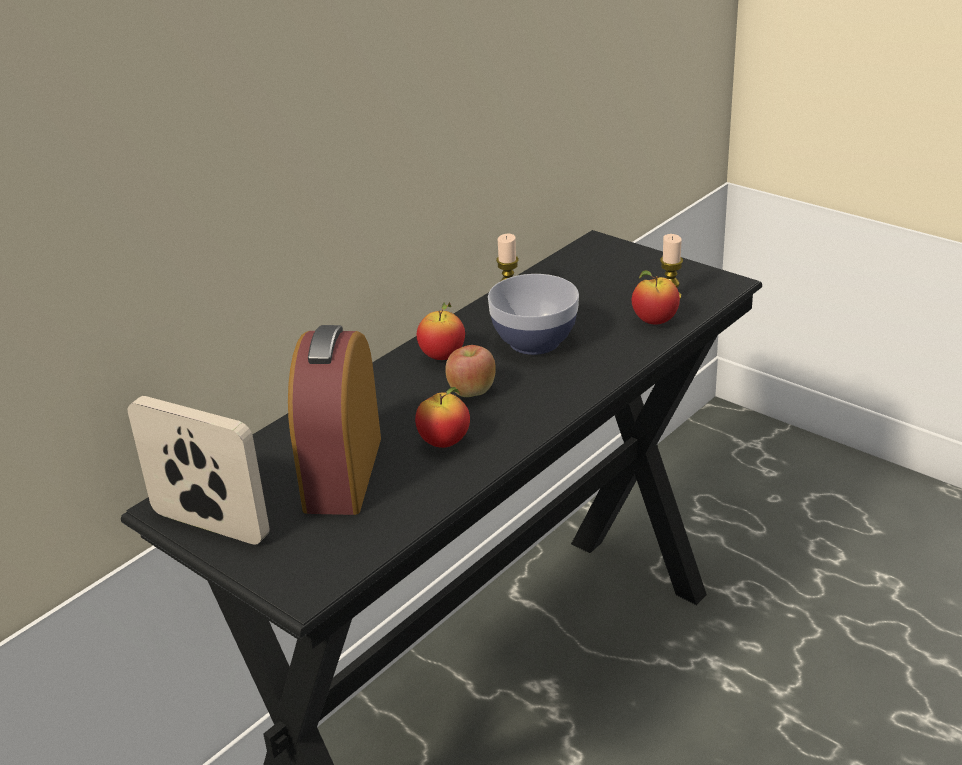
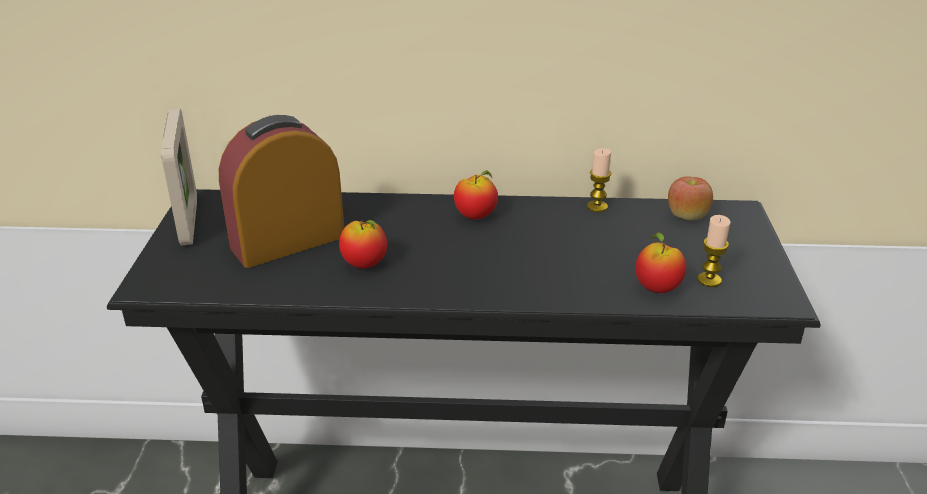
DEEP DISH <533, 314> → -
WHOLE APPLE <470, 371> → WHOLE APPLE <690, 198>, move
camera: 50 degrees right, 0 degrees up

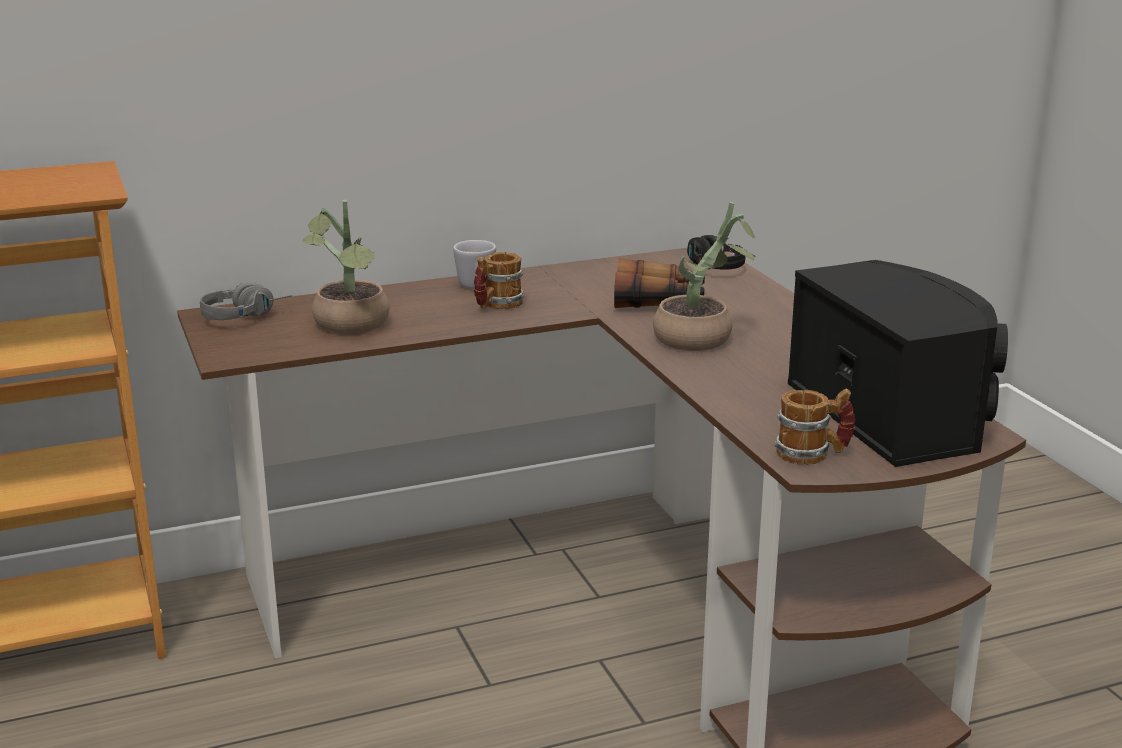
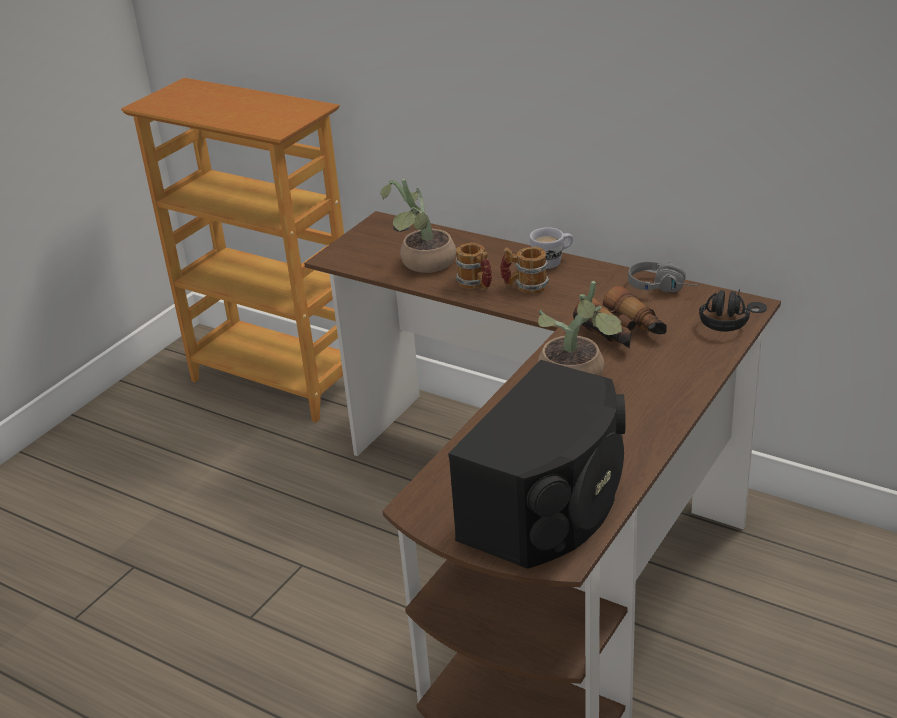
GREY PAIR OF HEADPHONES <246, 301> → GREY PAIR OF HEADPHONES <663, 277>, move
MUG <815, 426> → MUG <473, 266>, move
camera: 55 degrees right, 10 degrees up

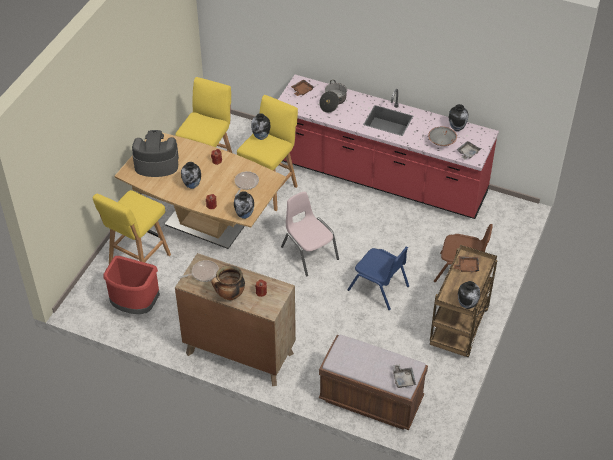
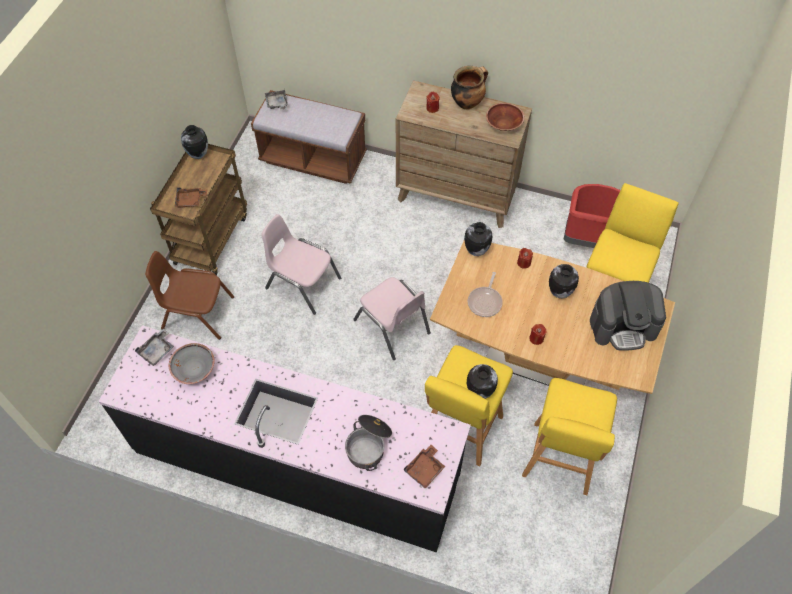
VASE <458, 117> → -
PAN <198, 271> → BROWN DEEP DISH <505, 117>
REDDISH COUNTER <388, 147> → BLACK COUNTER <284, 439>
BLUE-COLOURED CHAIR <378, 278> → PINKISH CHAIR <301, 264>
camera: 175 degrees right, 10 degrees up

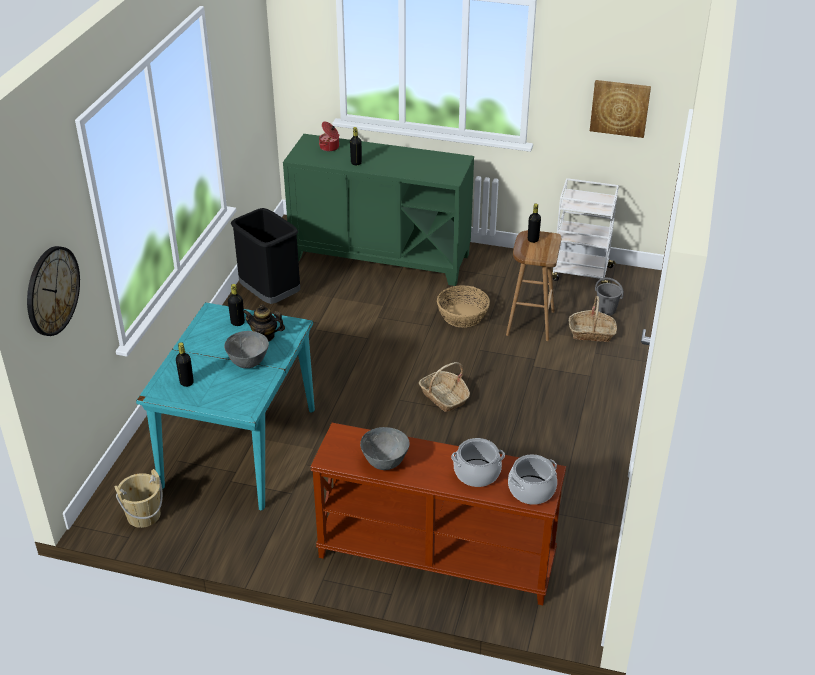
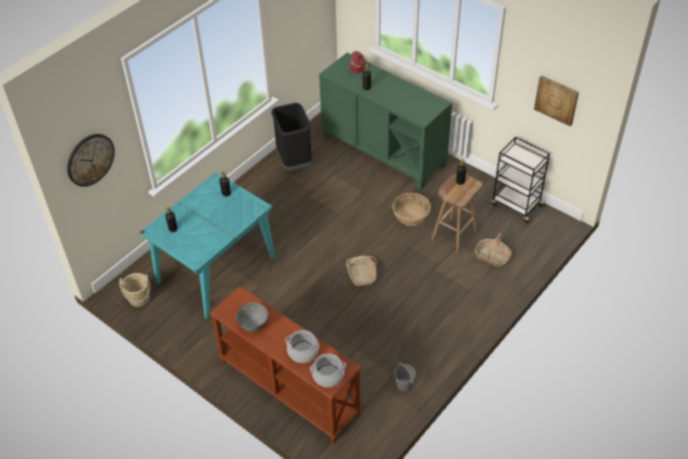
GREY DEEP DISH <246, 349> → -
POT FOR TEA <264, 322> → -
GREY WATER BUCKET <609, 297> → GREY WATER BUCKET <405, 376>, move
WHITISH TROLLEY <585, 231> → BLACK TROLLEY <520, 180>
camera: 25 degrees right, 10 degrees up

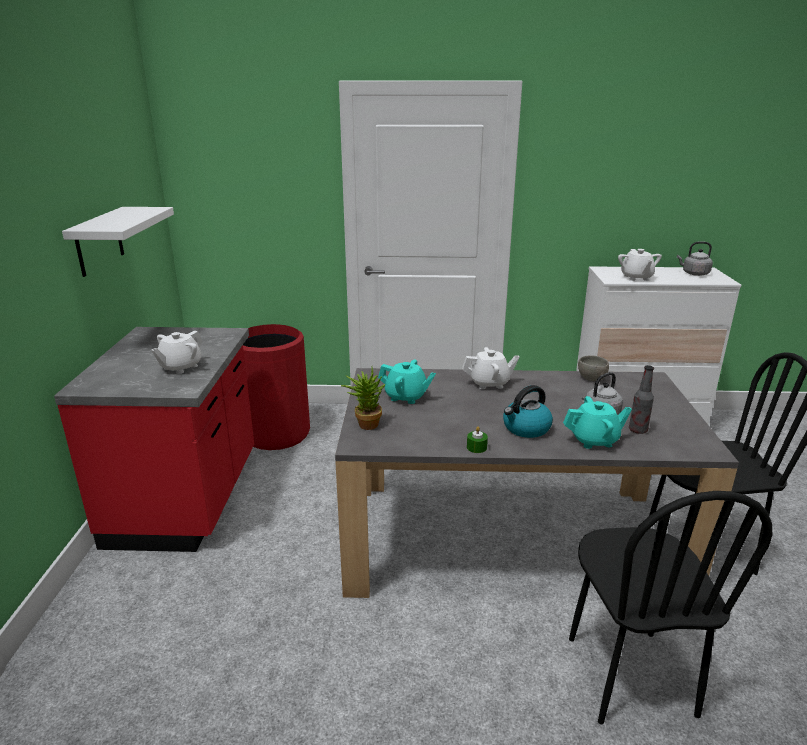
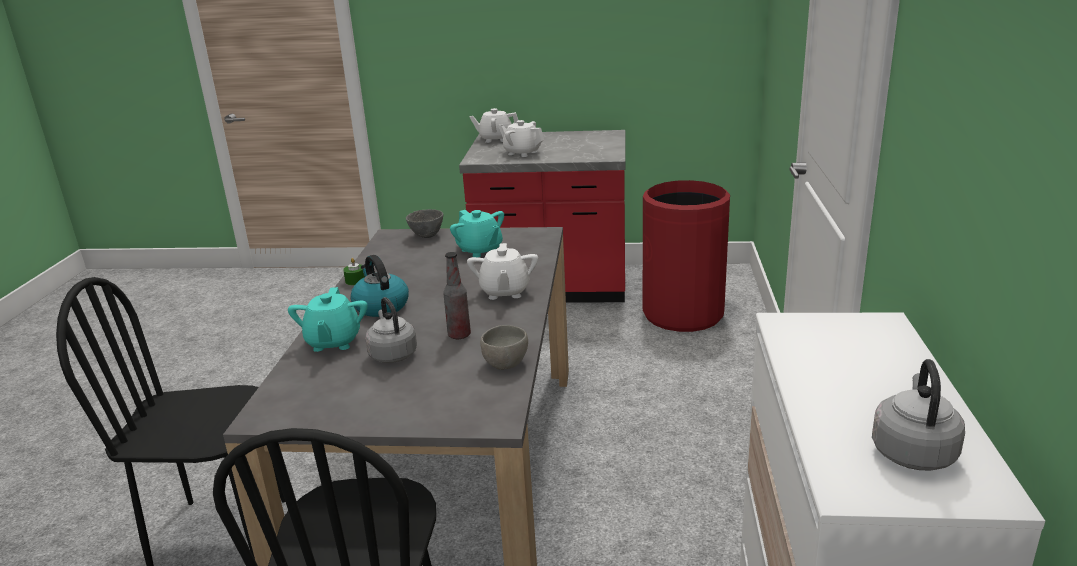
WHITISH WALL SHELF <118, 242> → -
WHITISH POT FOR TEA <640, 265> → WHITISH POT FOR TEA <494, 125>, move
BEVERAGE BOTTLE <641, 399> → BEVERAGE BOTTLE <457, 295>, move
PLANT IN A POT <363, 399> → GREY DEEP DISH <424, 223>
BLUE-GREEN POT FOR TEA <407, 381> → BLUE-GREEN POT FOR TEA <477, 233>, 60 degrees counterclockwise
camera: 95 degrees right, 0 degrees up

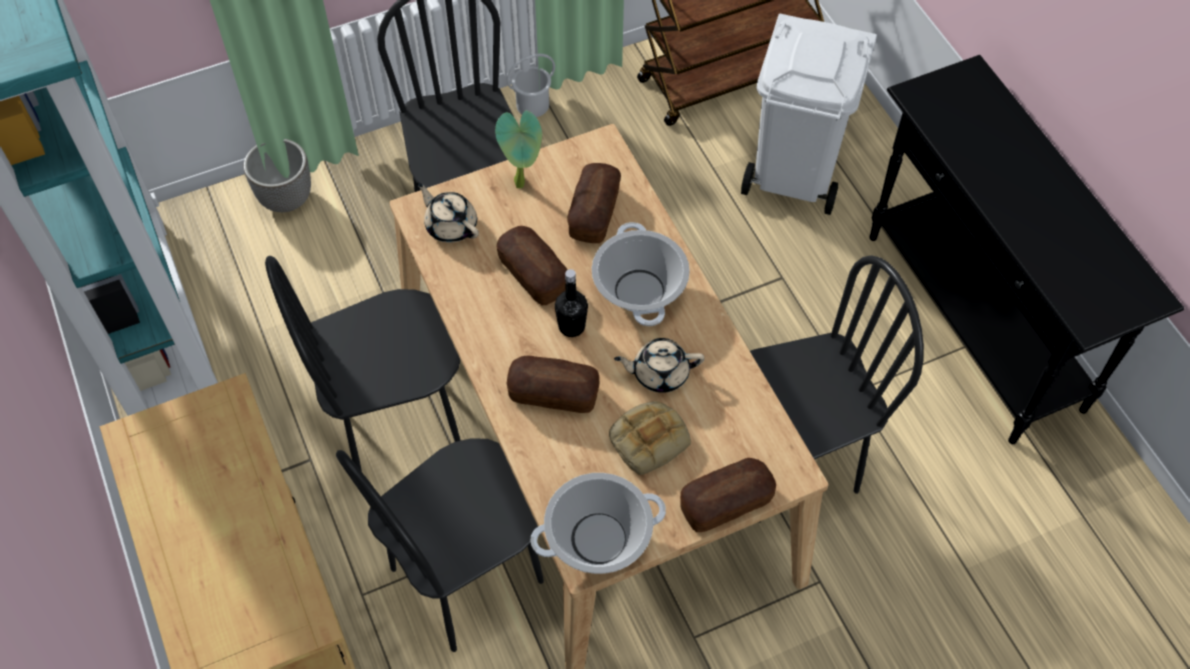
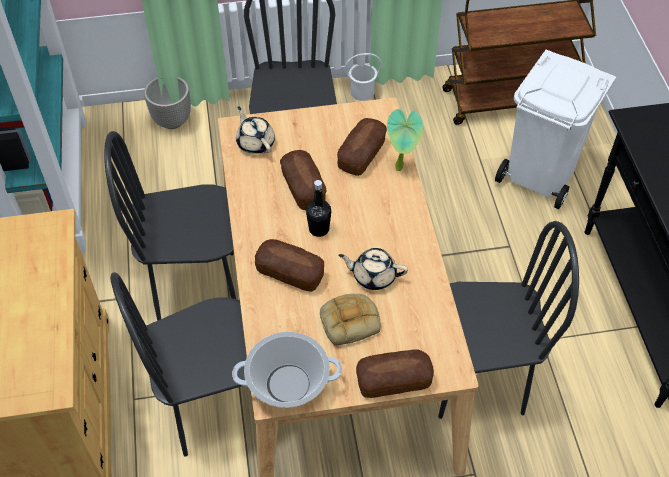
SAUCEPOT <641, 274> → -
PLANT IN A POT <518, 149> → PLANT IN A POT <405, 140>, move
camera: 15 degrees right, 5 degrees down

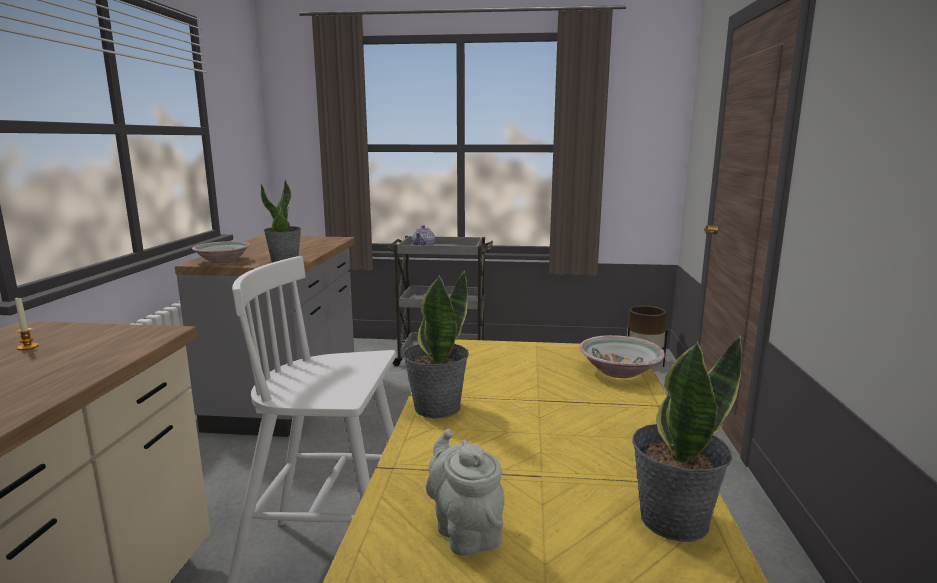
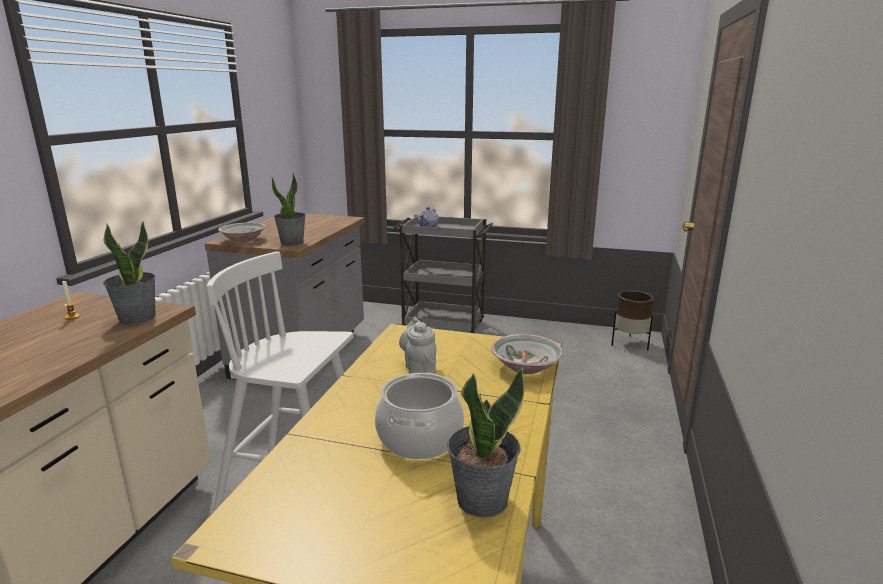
- → SAUCEPOT <419, 415>
PLANT IN A POT <436, 345> → PLANT IN A POT <129, 273>, move
GREY POT FOR TEA <465, 492> → GREY POT FOR TEA <418, 345>, move
camera: 10 degrees right, 5 degrees up

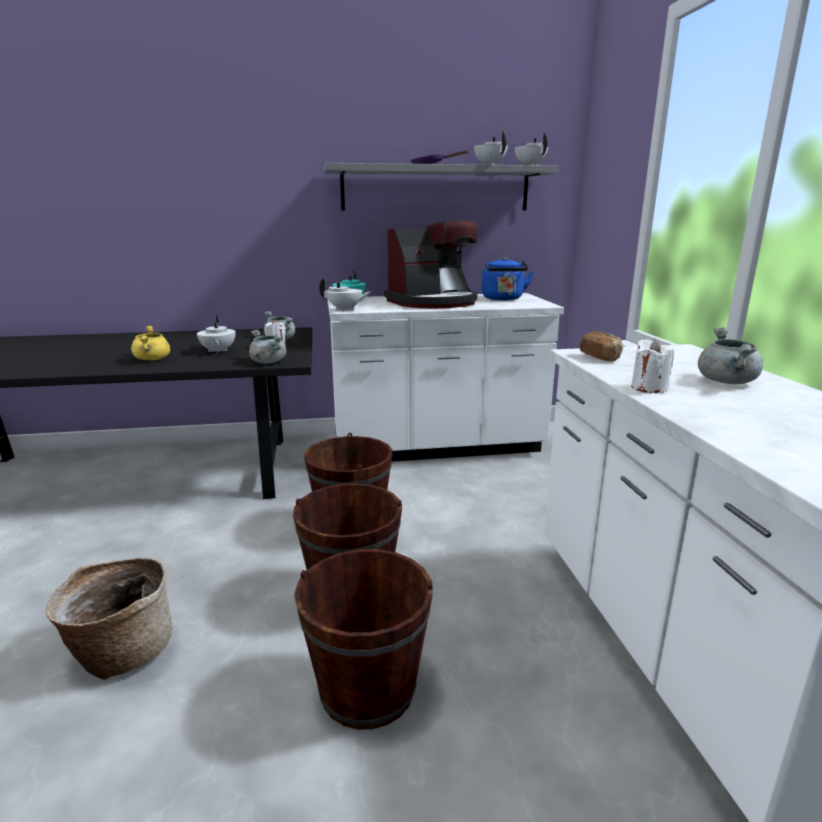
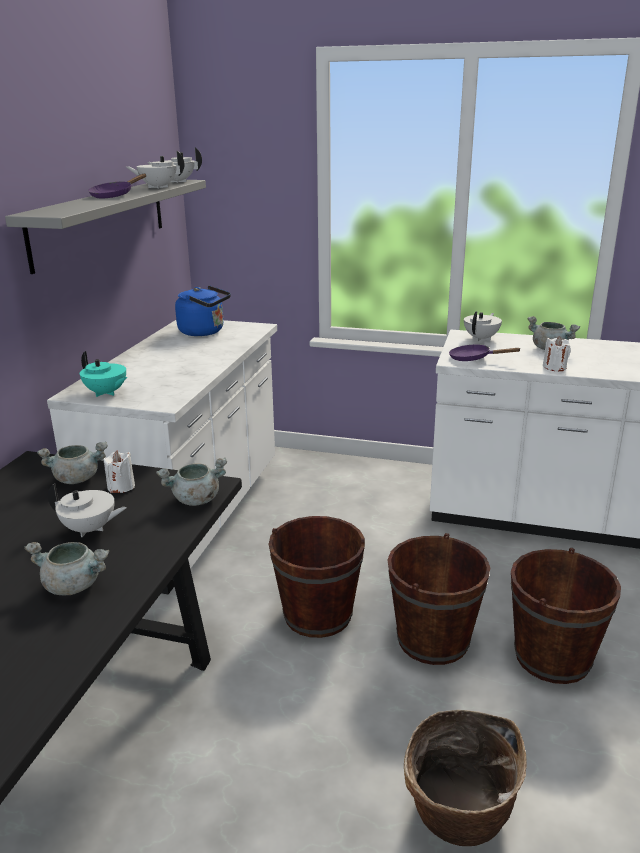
COFFEE MAKER <431, 264> → -
WHITISH POT FOR TEA <345, 295> → WHITISH POT FOR TEA <483, 326>, move
BAKERY BREAD <601, 347> → PURPLE PAN <485, 352>
YELLOW-COLOURED SAUCEPOT <150, 343> → GREY SAUCEPOT <66, 568>
camera: 65 degrees left, 5 degrees up

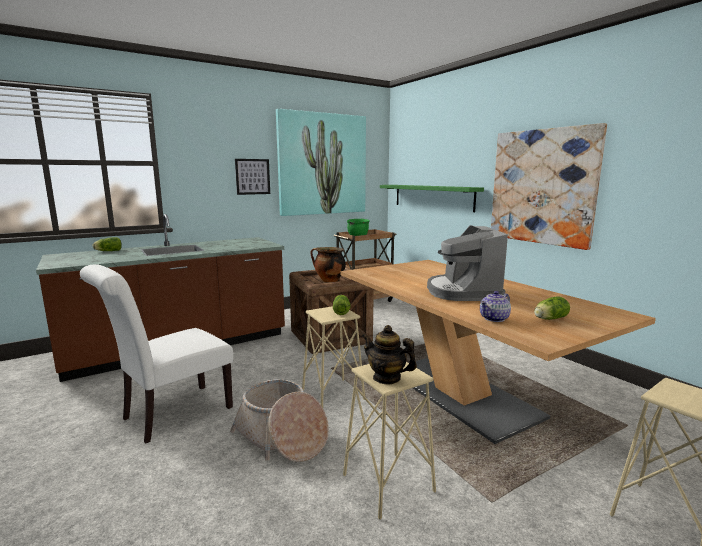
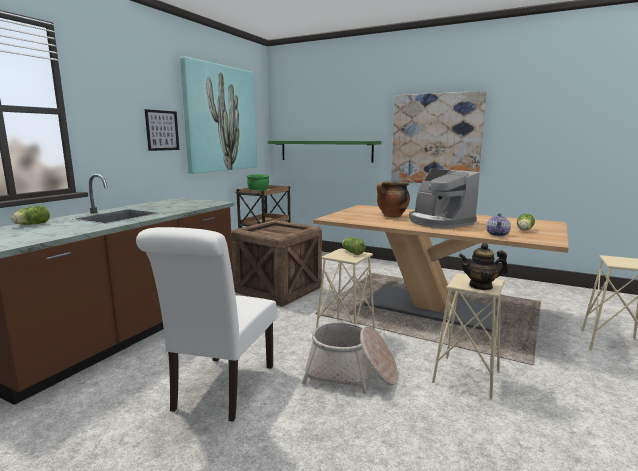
SAUCEPOT <328, 264> → SAUCEPOT <393, 199>, move
camera: 30 degrees left, 0 degrees up

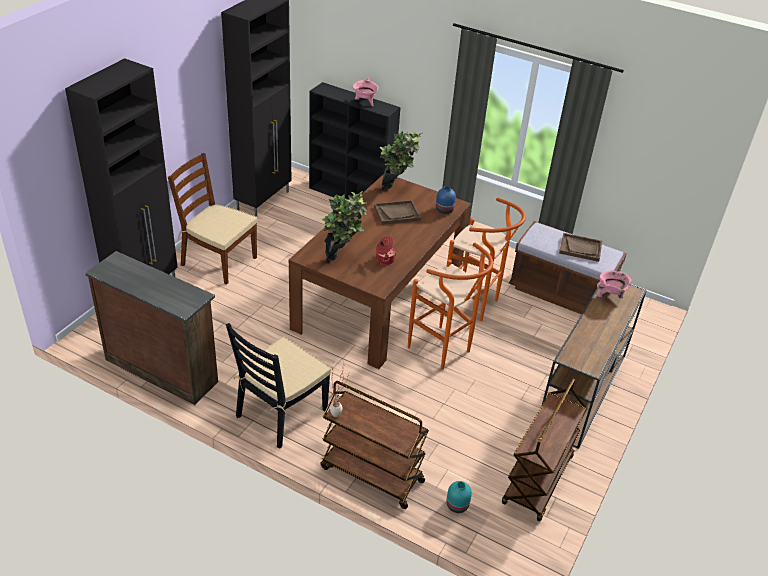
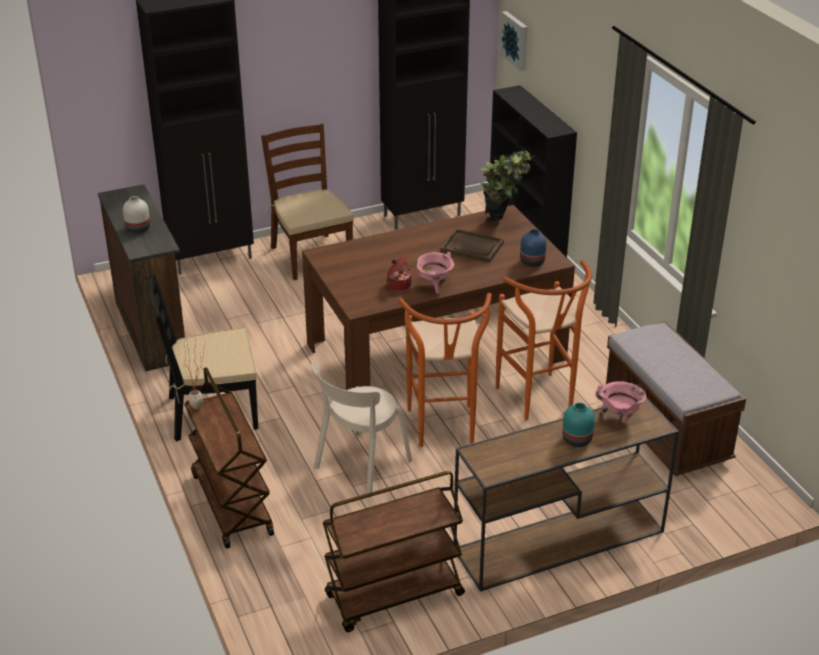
PLANT IN A POT <344, 227> → -
BROWN CARRYING TRAY <580, 247> → -
- → WHITISH VASE <136, 215>
- → SAND-COLOURED CHAIR <361, 427>
- → PICTURE <514, 41>
PINKISH SAUCEPOT <365, 92> → PINKISH SAUCEPOT <435, 273>, move
BLUE-GREEN VASE <459, 497> → BLUE-GREEN VASE <578, 425>, move
camera: 40 degrees right, 5 degrees down

